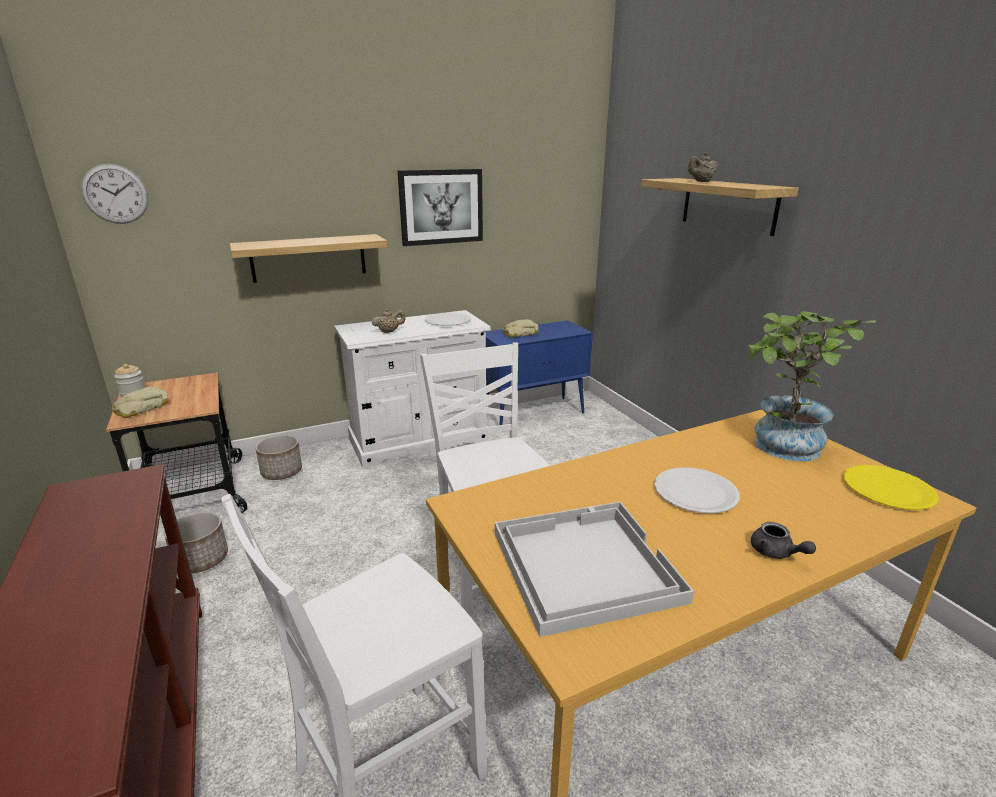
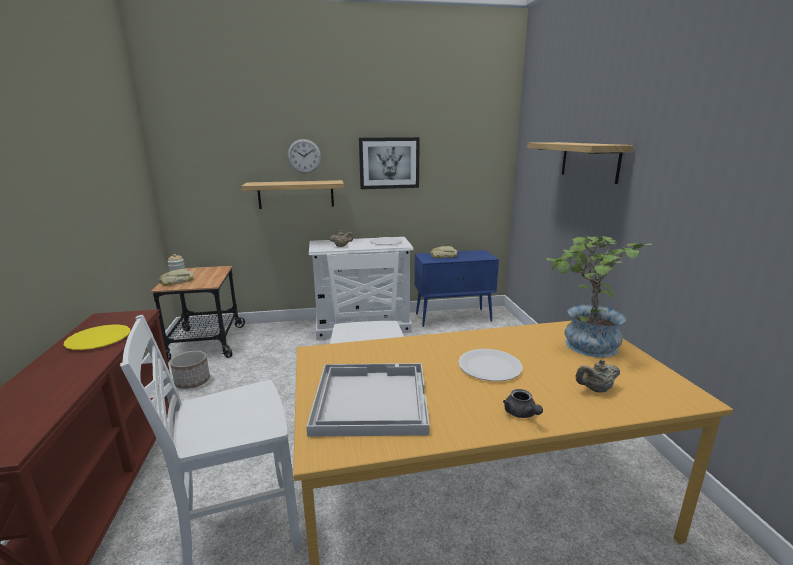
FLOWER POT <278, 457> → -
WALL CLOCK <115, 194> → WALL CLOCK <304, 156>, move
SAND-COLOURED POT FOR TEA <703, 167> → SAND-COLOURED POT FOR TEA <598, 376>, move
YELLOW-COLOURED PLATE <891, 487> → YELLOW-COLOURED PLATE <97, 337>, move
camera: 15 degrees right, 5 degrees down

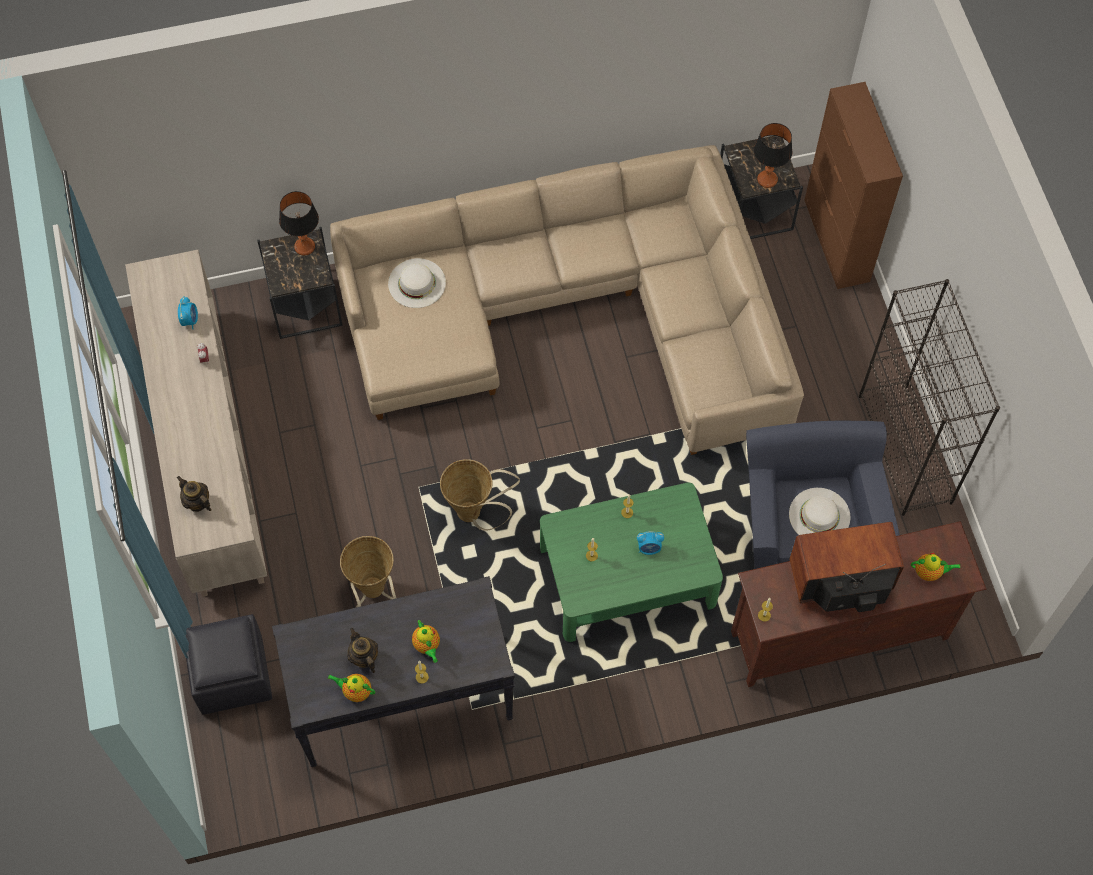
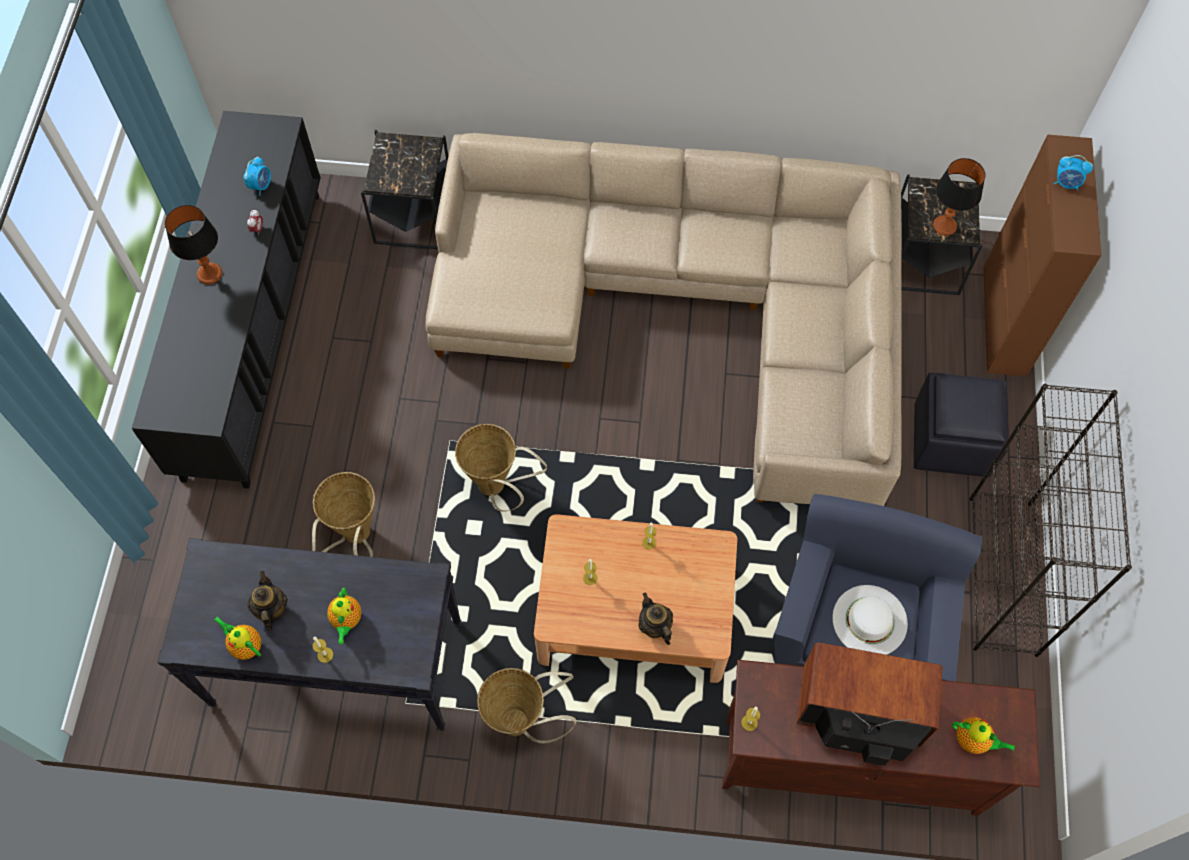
WHITISH WEARABLE HAT <417, 283> → -
- → HOUSEHOLD BASKET <527, 705>
POT FOR TEA <194, 494> → POT FOR TEA <655, 619>, move
BLACK FOOTREST <228, 664> → BLACK FOOTREST <961, 425>, move
TABLE LAMP <299, 223> → TABLE LAMP <193, 245>, move
BEDSIDE CLOCK <650, 543> → BEDSIDE CLOCK <1073, 172>, move
SAND-COLOURED CABINET <196, 423> → BLACK CABINET <226, 300>
GREEN-COLOURED LOUNGE TABLE <631, 562> → BROWN LOUNGE TABLE <635, 598>
camera: 20 degrees right, 0 degrees up

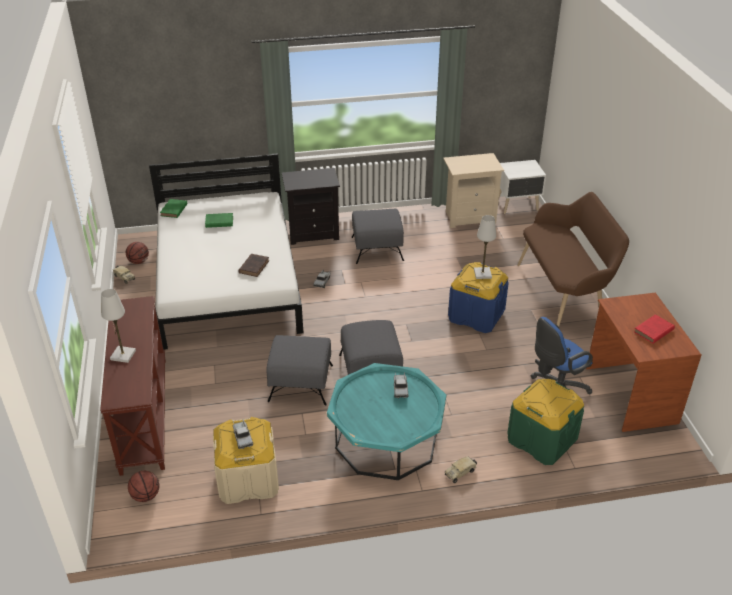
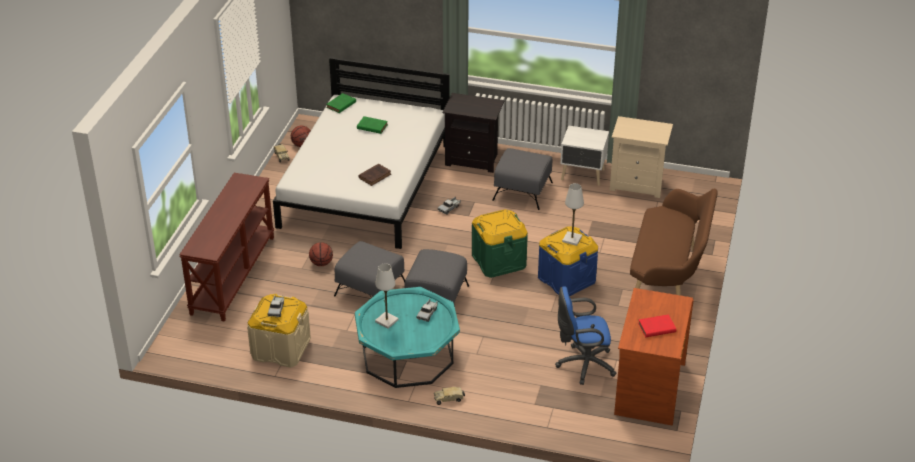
WHITISH TABLE LAMP <118, 326> → WHITISH TABLE LAMP <387, 296>, move
BASKETBALL BALL <143, 486> → BASKETBALL BALL <321, 254>, move
WHITISH NIGHT TABLE <522, 187> → WHITISH NIGHT TABLE <585, 155>, move
GREEN-COLOURED STORAGE BIN <545, 422> → GREEN-COLOURED STORAGE BIN <500, 243>, move
camera: 25 degrees right, 0 degrees up

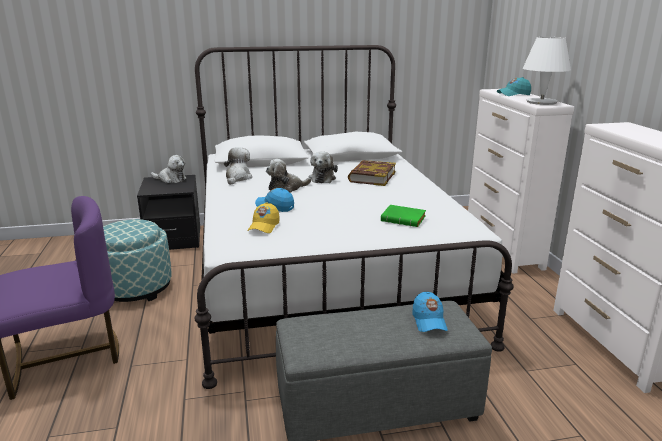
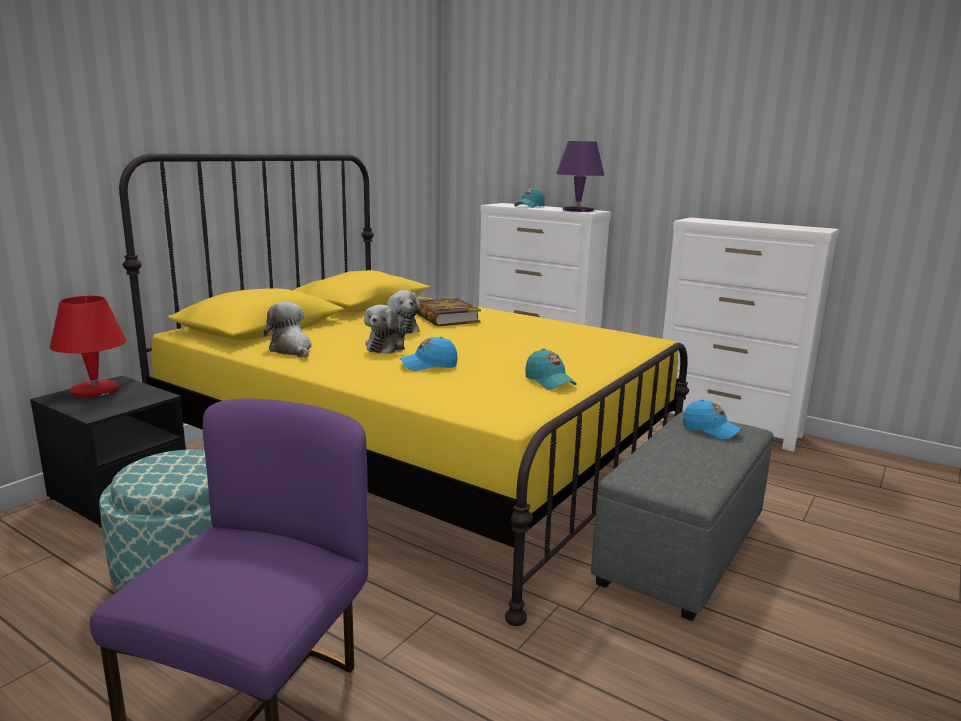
YELLOW-COLOURED BASEBALL CAP <263, 217> → -
GREEN-COLOURED BOUND BOOK <403, 216> → -
- → BLUE-GREEN BASEBALL CAP <551, 369>
PLUSH TOY <168, 169> → REDDISH TABLE LAMP <88, 346>
WHITISH SLEEPING BED <354, 217> → YELLOW-COLOURED SLEEPING BED <404, 390>
WHITISH TABLE LAMP <547, 71> → PURPLE TABLE LAMP <580, 176>
camera: 45 degrees left, 5 degrees down

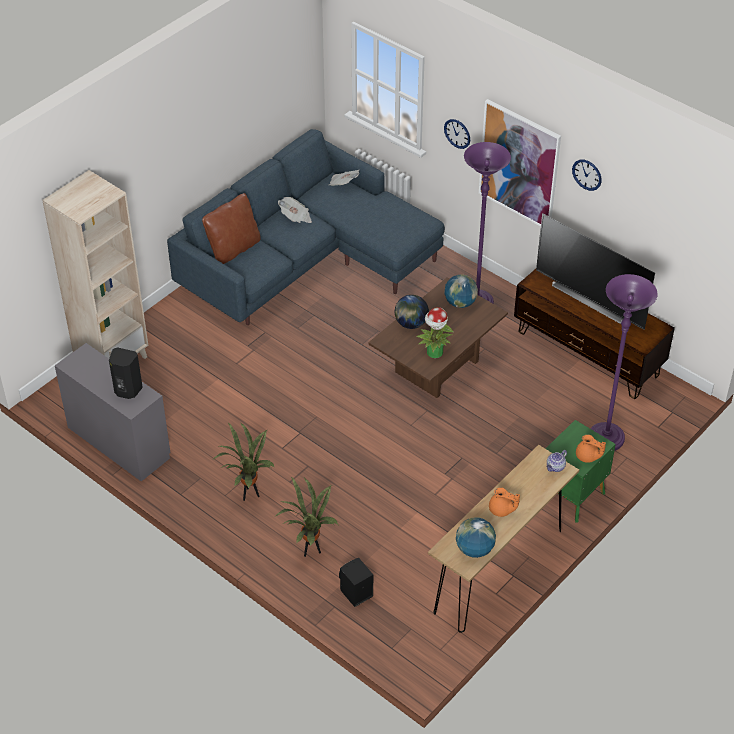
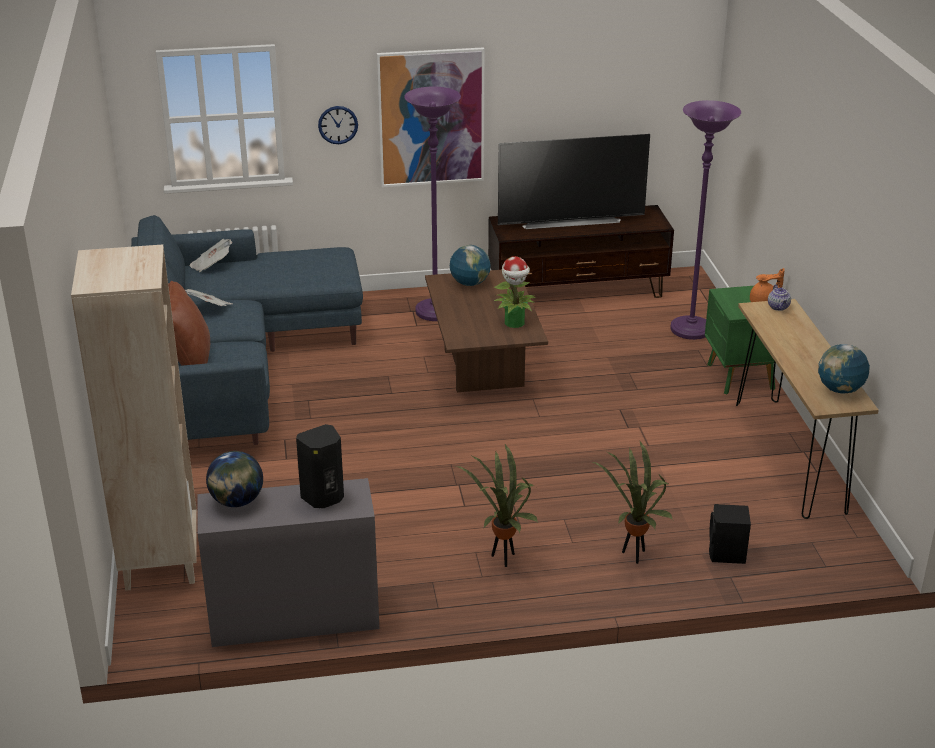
ORANGEY POT FOR TEA <504, 502> → -
WALL CLOCK <587, 175> → -
GLOBE <412, 312> → GLOBE <234, 479>, move
camera: 50 degrees left, 15 degrees down

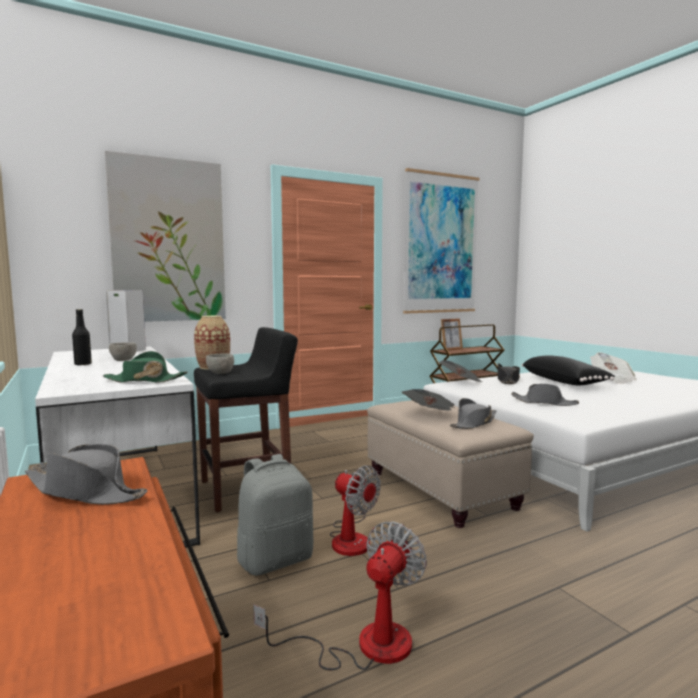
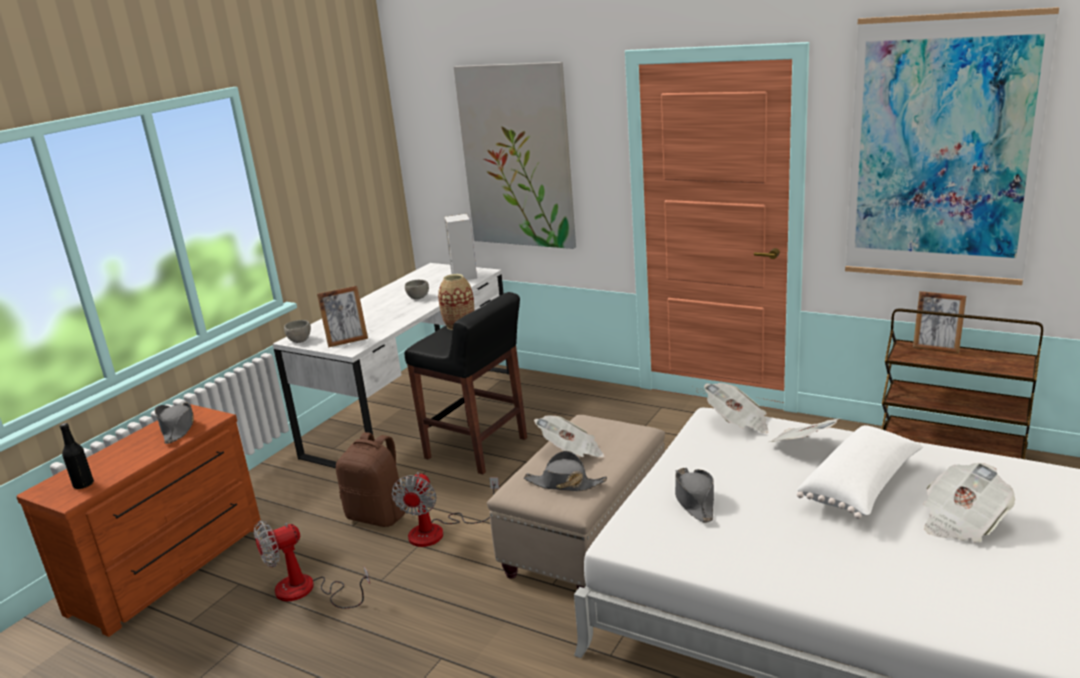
BLACK BEVERAGE BOTTLE <82, 337> → BLACK BEVERAGE BOTTLE <76, 456>, move
GREY DEEP DISH <220, 363> → GREY DEEP DISH <297, 331>, move
GREEN-COLOURED WEARABLE HAT <145, 367> → PICTURE FRAME <342, 316>
BLACK WEARABLE HAT <509, 373> → NEWSPAPER <805, 430>
GREY RUCKSACK <275, 515> → BROWN RUCKSACK <371, 479>
BLACK PILLOW <568, 370> → WHITISH PILLOW <860, 472>
COOLING FAN <340, 595> → COOLING FAN <312, 564>, 150 degrees clockwise
camera: 60 degrees right, 15 degrees up

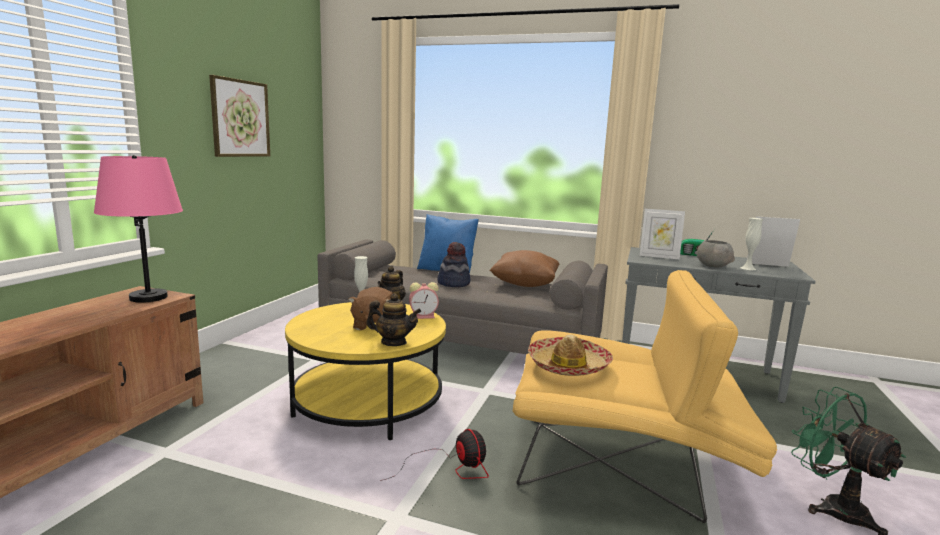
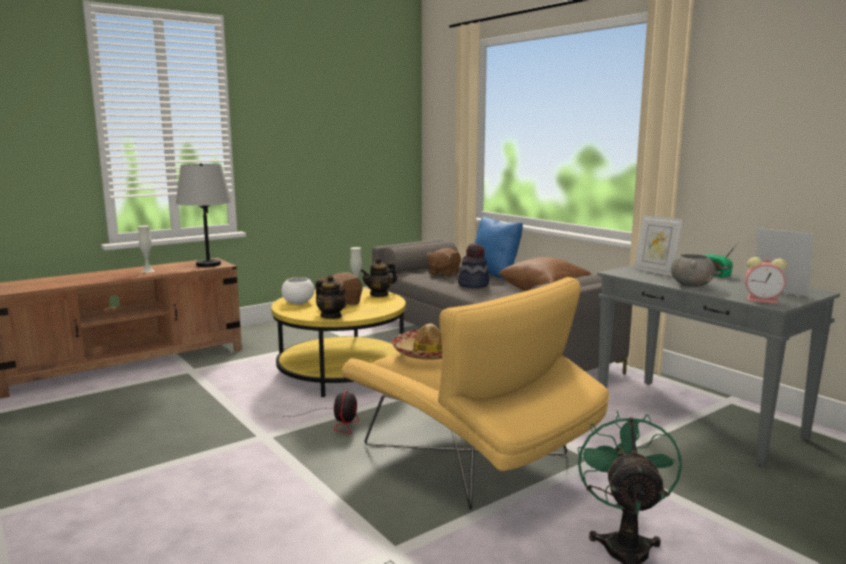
PICTURE <239, 116> → -
- → WHITISH DEEP DISH <298, 290>
- → BROWN PLUSH TOY <443, 262>
BEDSIDE CLOCK <424, 300> → BEDSIDE CLOCK <766, 280>, move
WHITISH VASE <751, 244> → WHITISH VASE <146, 249>, move
PINKISH TABLE LAMP <138, 229> → GREY TABLE LAMP <204, 215>
camera: 35 degrees right, 0 degrees up

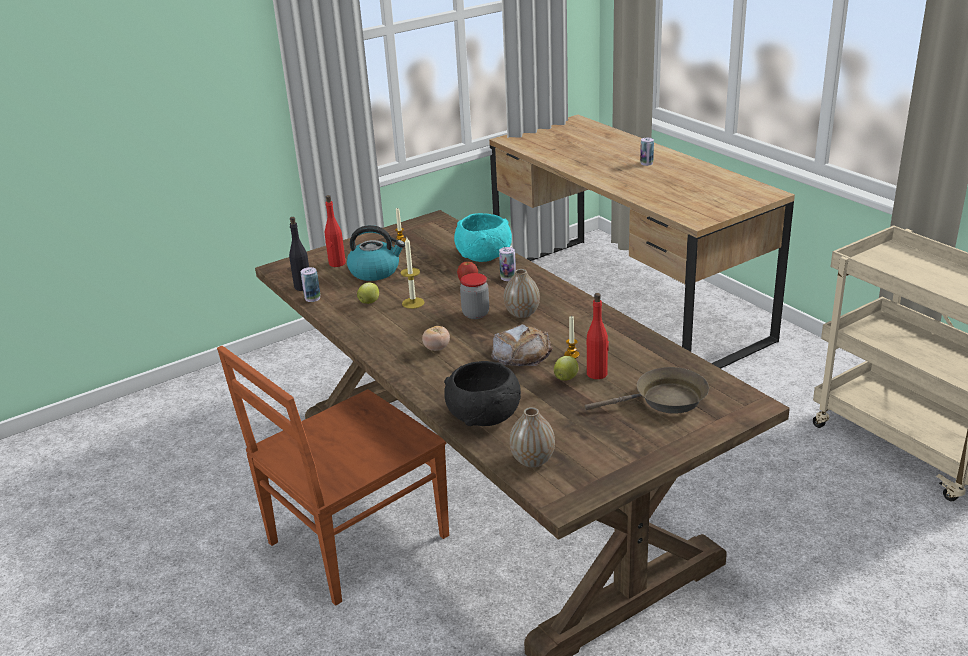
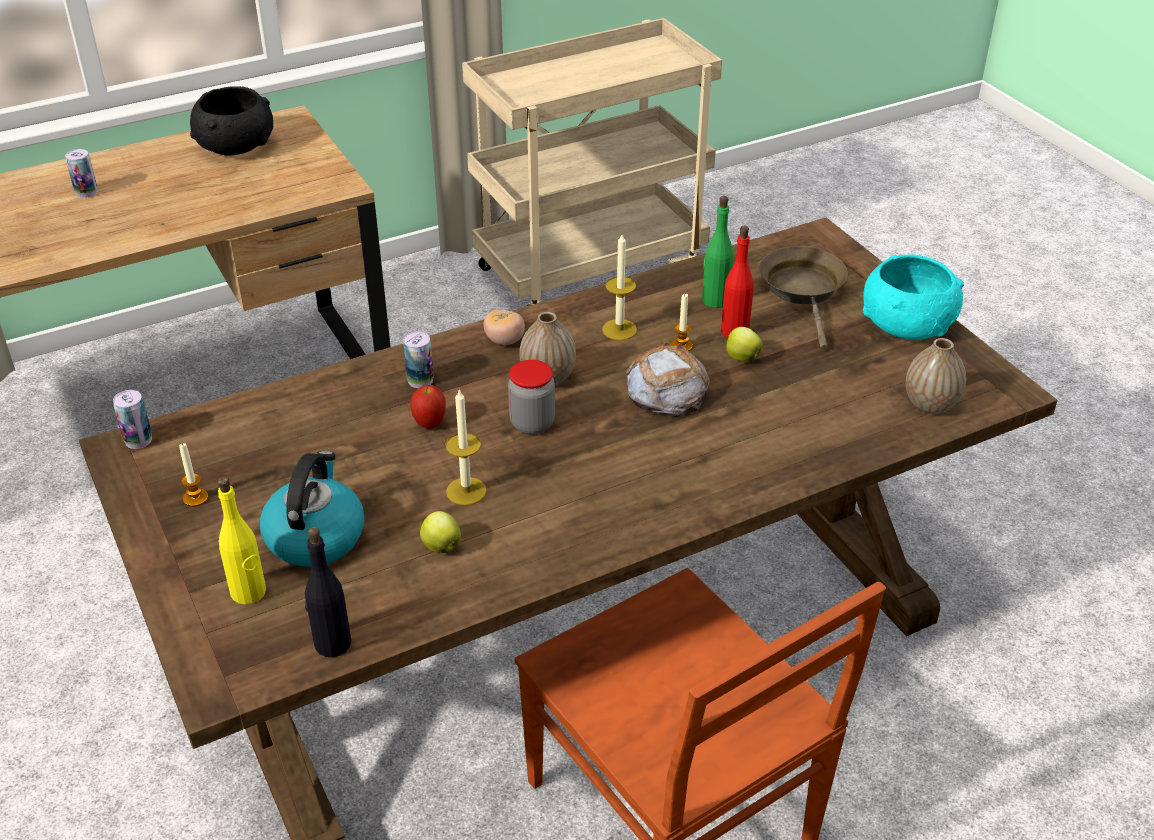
- → WAX LIGHT <619, 287>
- → GREEN-COLOURED BEVERAGE BOTTLE <718, 252>
METAL CAN <310, 284> → METAL CAN <132, 419>, move
WHOLE TOMATO <436, 338> → WHOLE TOMATO <504, 327>, move
BLACK DEEP DISH <482, 393> → BLACK DEEP DISH <231, 121>, move
BLUE-GREEN DEEP DISH <483, 237> → BLUE-GREEN DEEP DISH <913, 297>, move
REDDISH BEVERAGE BOTTLE <335, 231> → YELLOW-COLOURED BEVERAGE BOTTLE <242, 540>
camera: 85 degrees left, 10 degrees up

